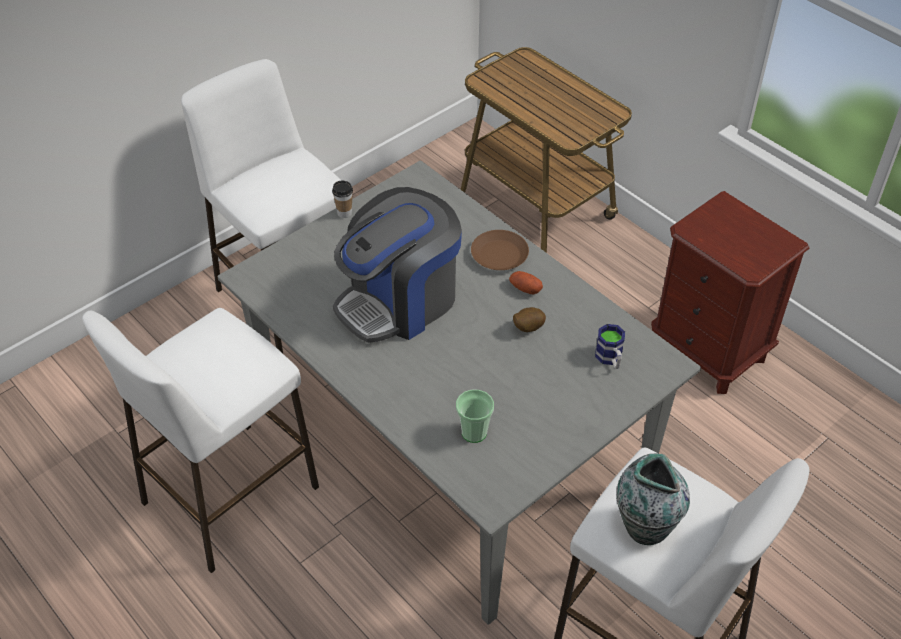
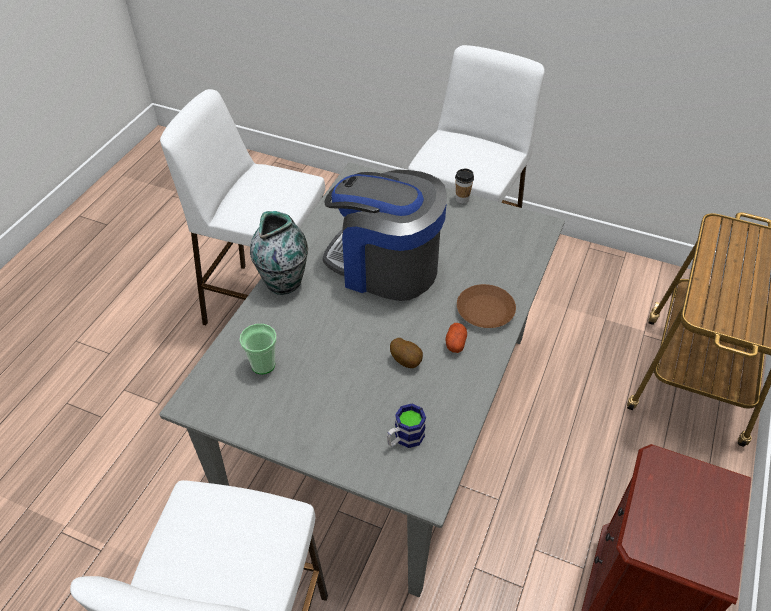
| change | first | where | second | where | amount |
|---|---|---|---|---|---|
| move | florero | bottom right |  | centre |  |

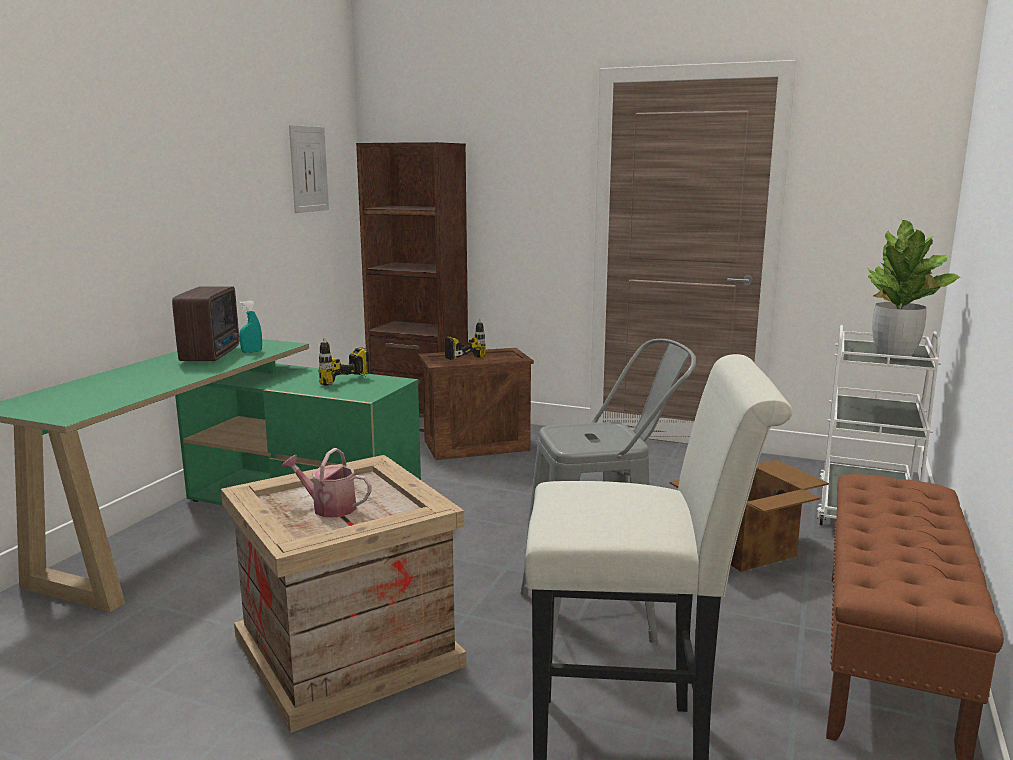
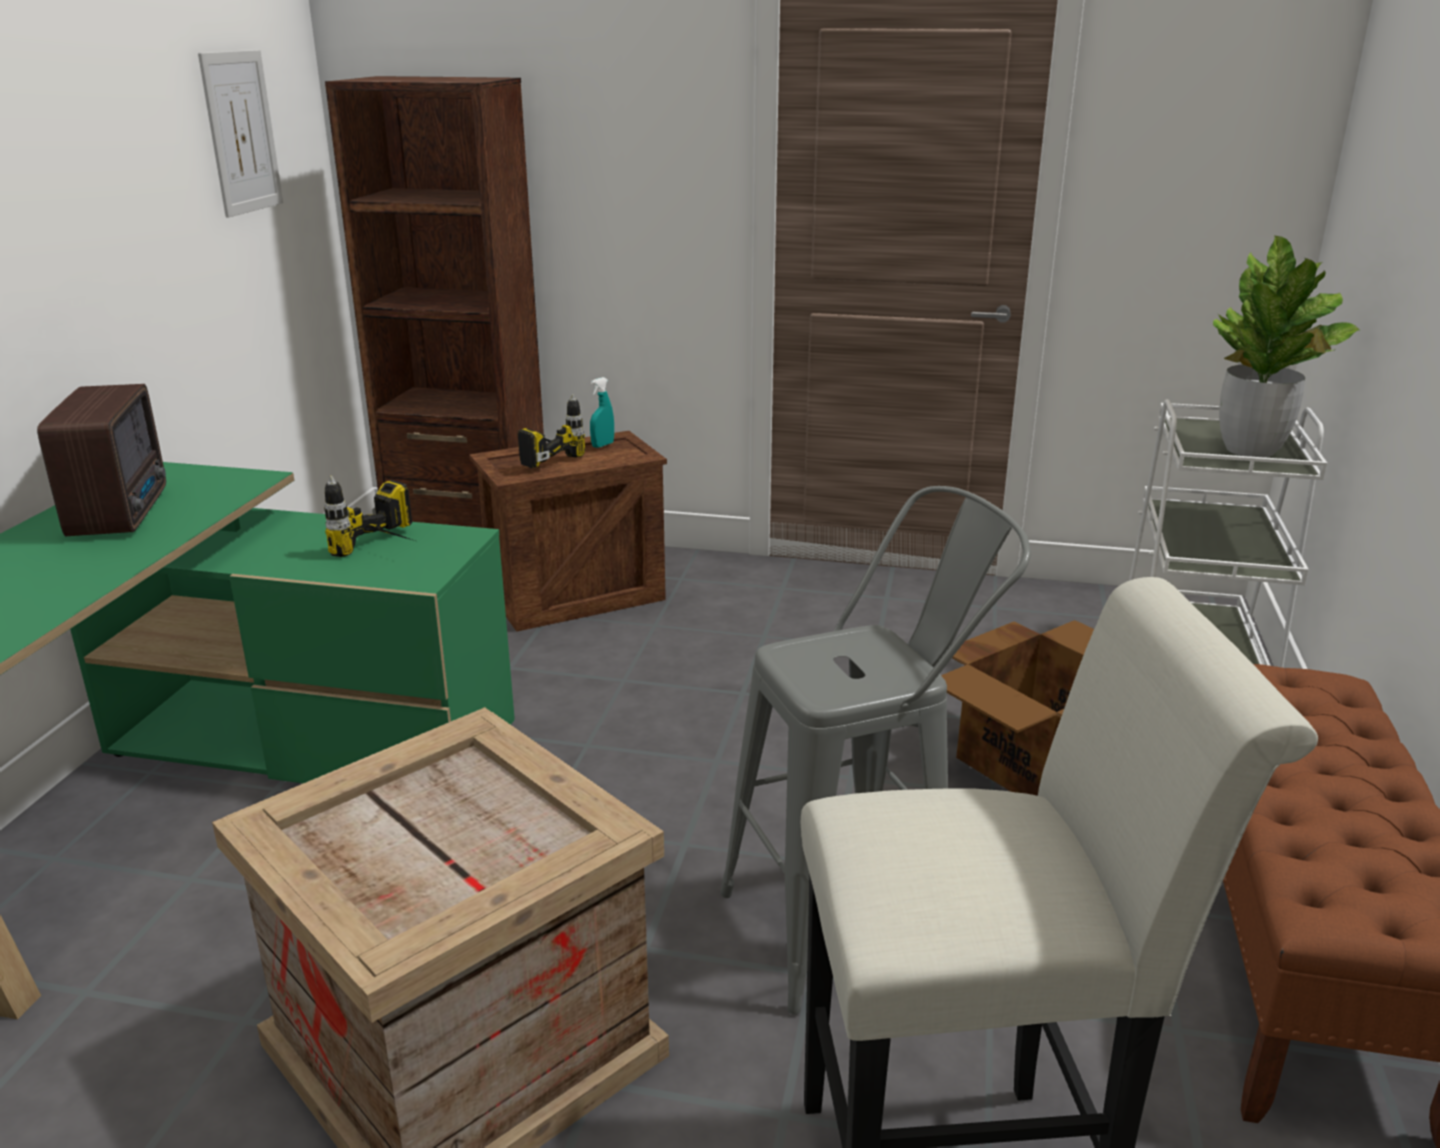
| change | first | where | second | where | amount |
|---|---|---|---|---|---|
| move | pulverizador (turquesa) | middle left |  | centre |  |
| delete | regadera | middle left |  |  |  |

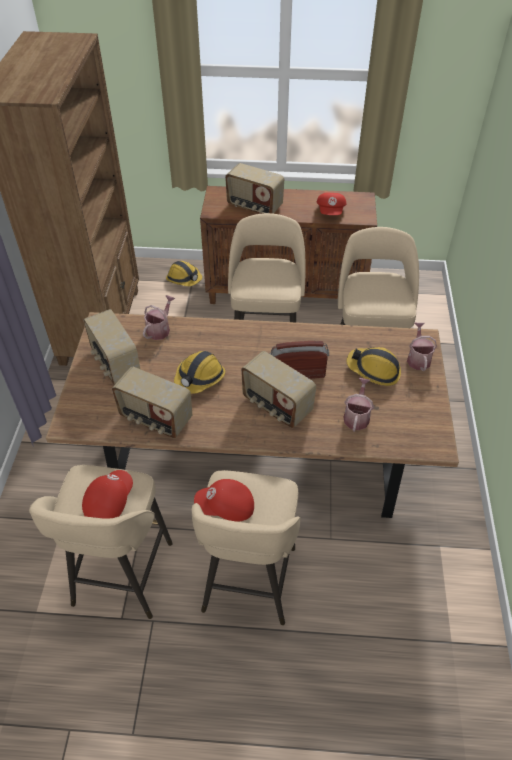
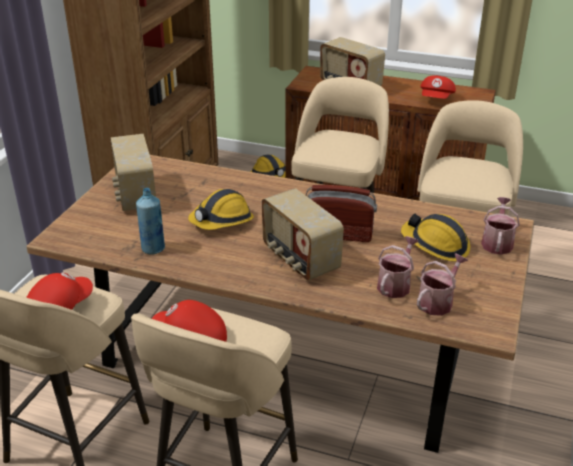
| change | first | where | second | where | amount |
|---|---|---|---|---|---|
| move | regadera (1st from left in the first image) | middle left | regadera (2nd from left) | middle right |  |
| replace | radio (2nd from left) | middle left | botella (azul) | middle left |  |

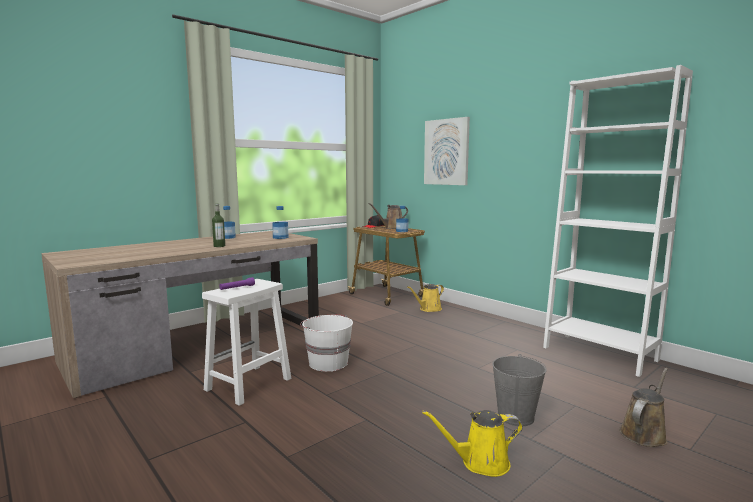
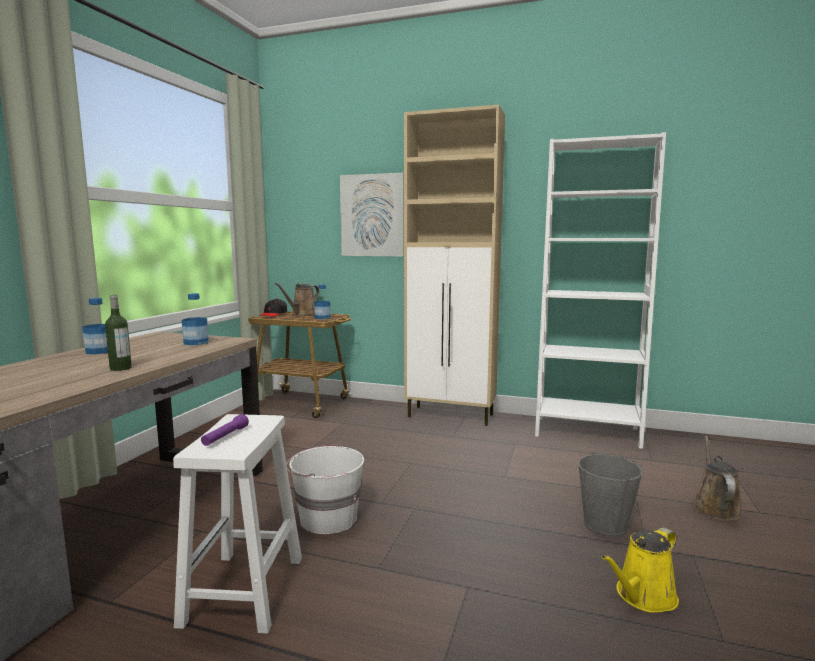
| change | first | where | second | where | amount |
|---|---|---|---|---|---|
| delete | regadera (amarillo) (1st from left) | centre |  |  |  |
| insert |  |  | armario (beis) | centre |  |

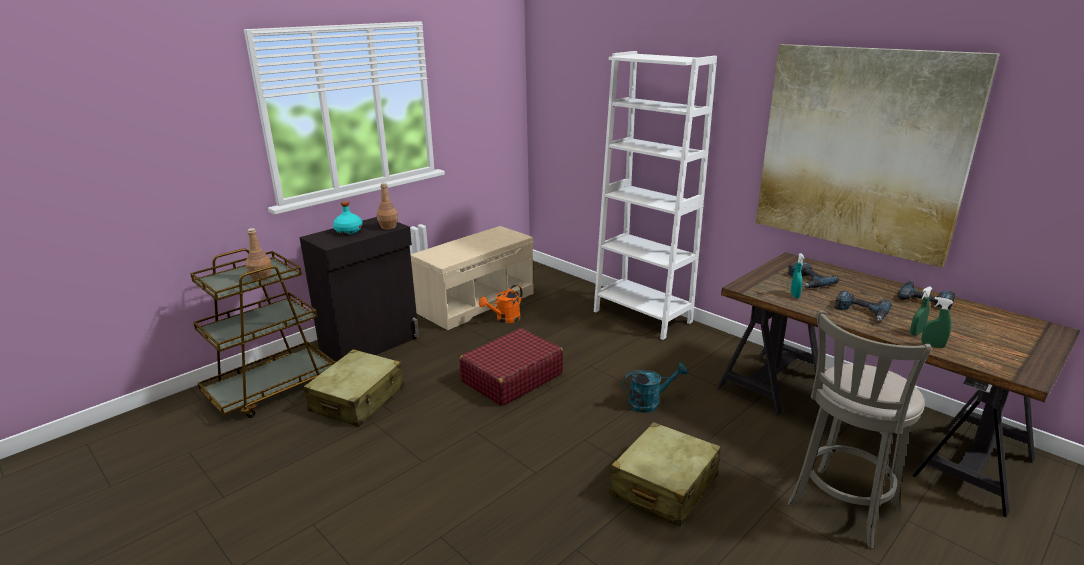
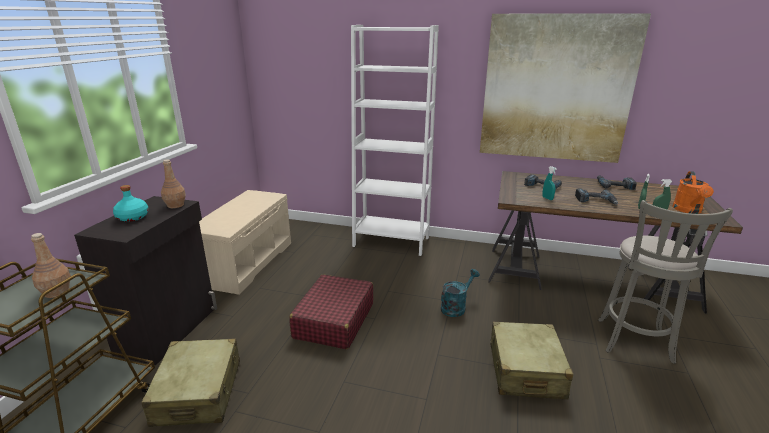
| change | first | where | second | where | amount |
|---|---|---|---|---|---|
| move | regadera (naranja) | centre |  | middle right |  |

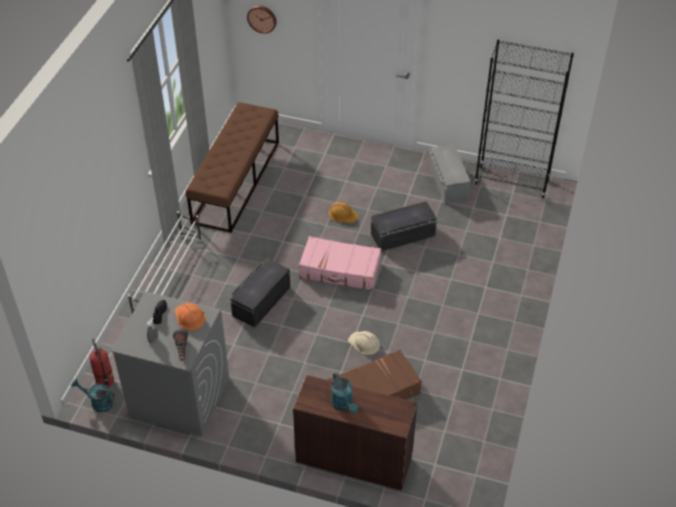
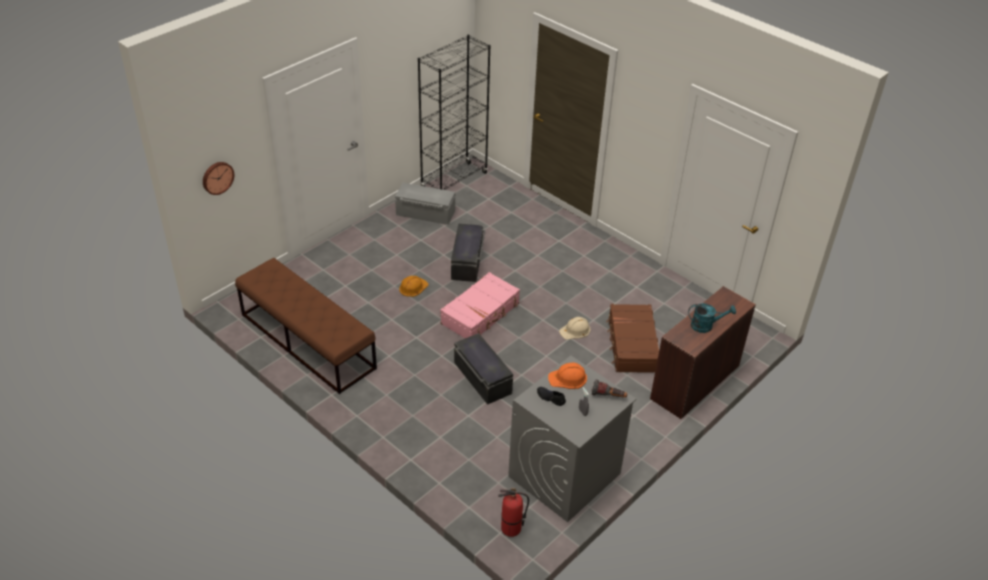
| change | first | where | second | where | amount |
|---|---|---|---|---|---|
| delete | zapatero (blanco) | middle left |  |  |  |
| delete | regadera (turquesa) (1st from left) | bottom left |  |  |  |

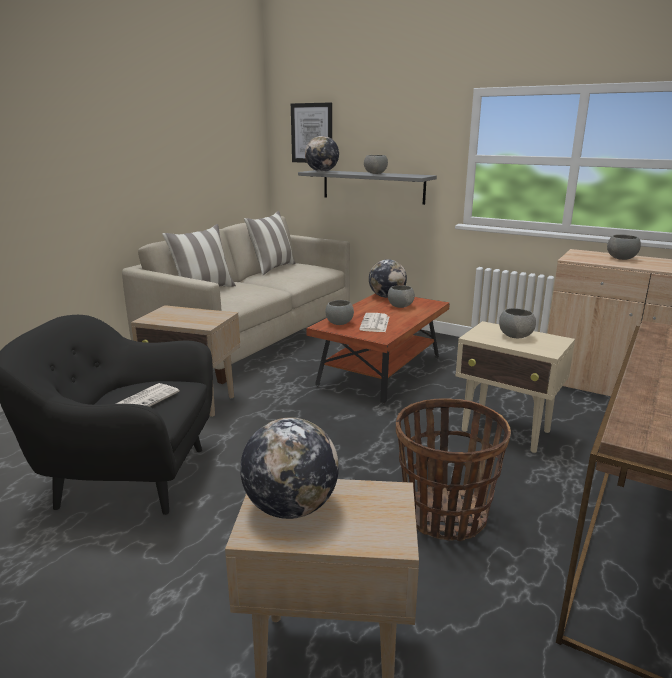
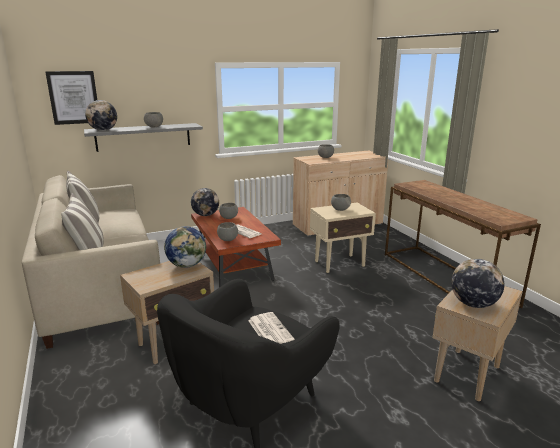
| change | first | where | second | where | amount |
|---|---|---|---|---|---|
| delete | cesta | bottom right |  |  |  |
| insert |  |  | globo terráqueo (2nd from left) | middle left |  |

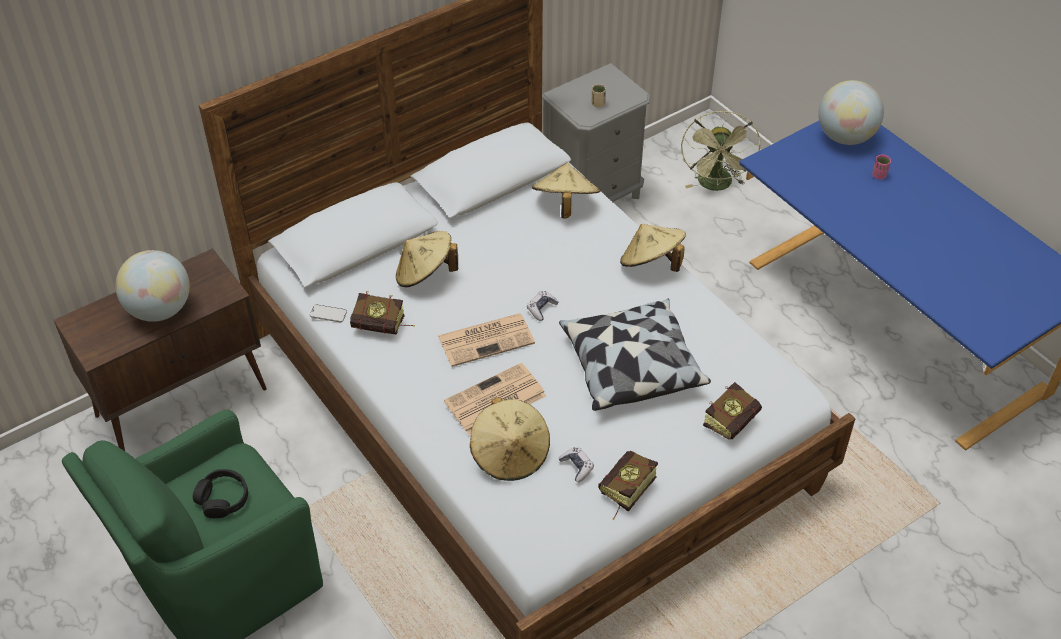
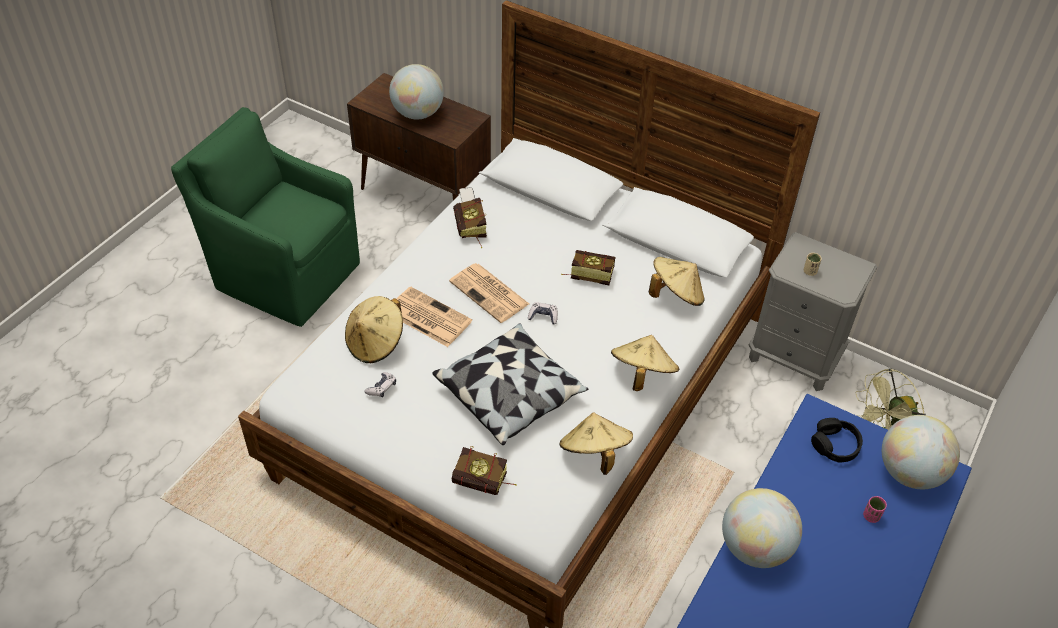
| change | first | where | second | where | amount |
|---|---|---|---|---|---|
| move | sombrero (beis) (1st from left in the first image) | centre | sombrero (beis) (2nd from left) | bottom centre |  |
| move | libro (2nd from left in the first image) | bottom centre | libro (3rd from left) | centre |  |
| move | auriculares (negro) | bottom left |  | bottom right |  |
| insert |  |  | globo terráqueo (2nd from left) | bottom right |  |

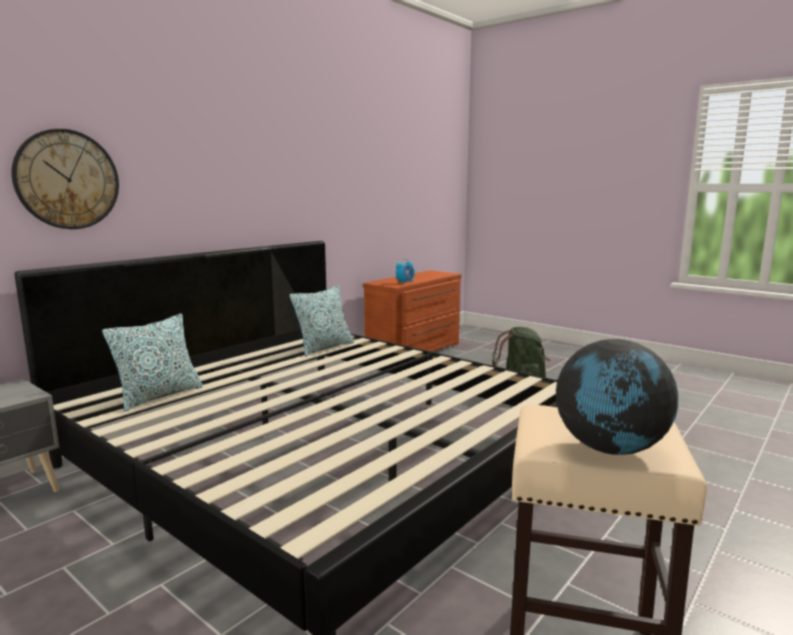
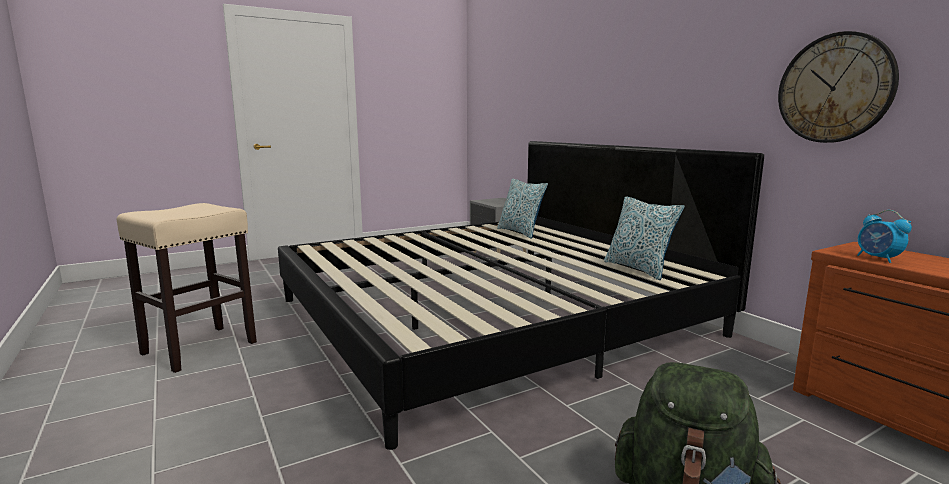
| change | first | where | second | where | amount |
|---|---|---|---|---|---|
| move | reloj de pared | top left |  | top right |  |
| delete | globo terráqueo | middle right |  |  |  |

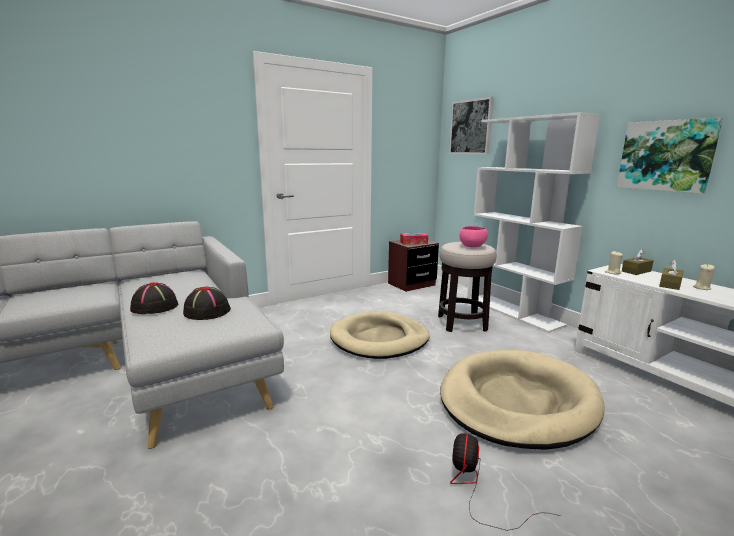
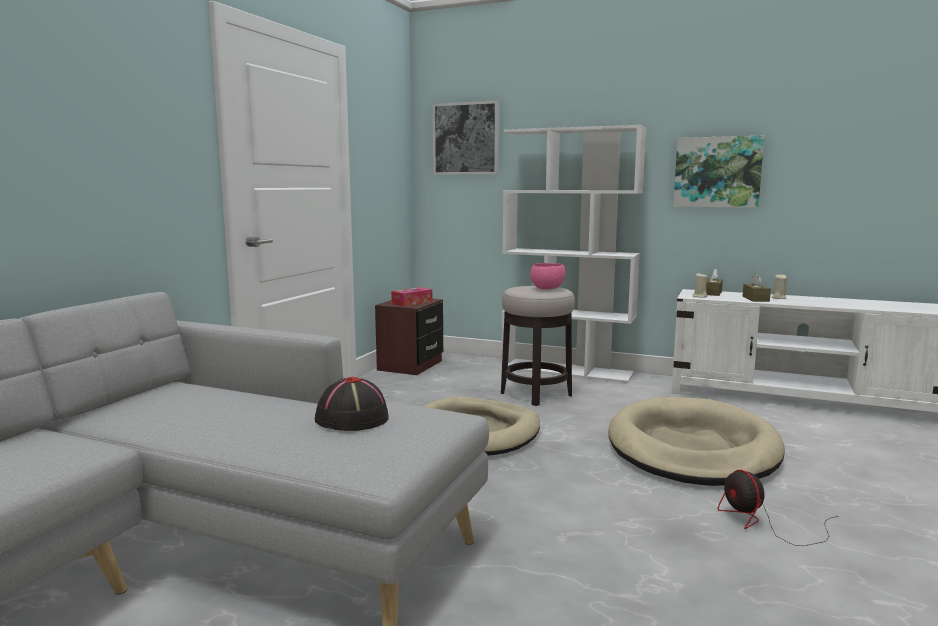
| change | first | where | second | where | amount |
|---|---|---|---|---|---|
| delete | sombrero (negro) (1st from left) | middle left |  |  |  |

